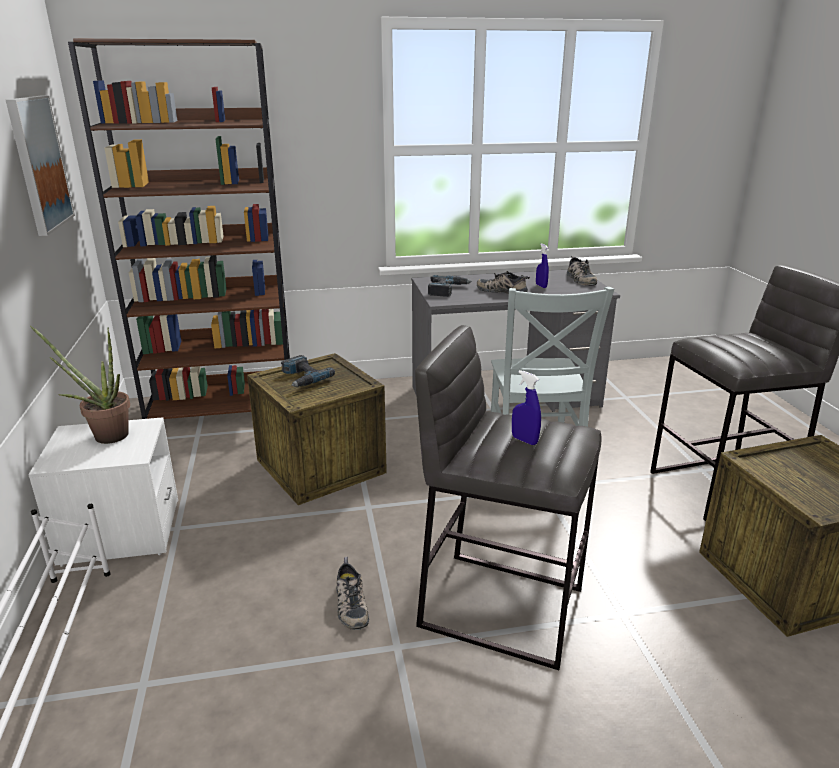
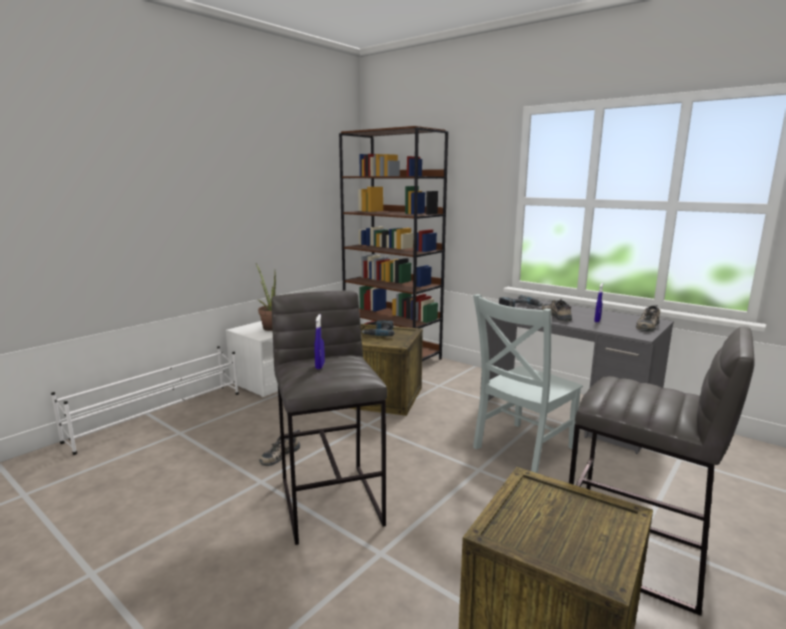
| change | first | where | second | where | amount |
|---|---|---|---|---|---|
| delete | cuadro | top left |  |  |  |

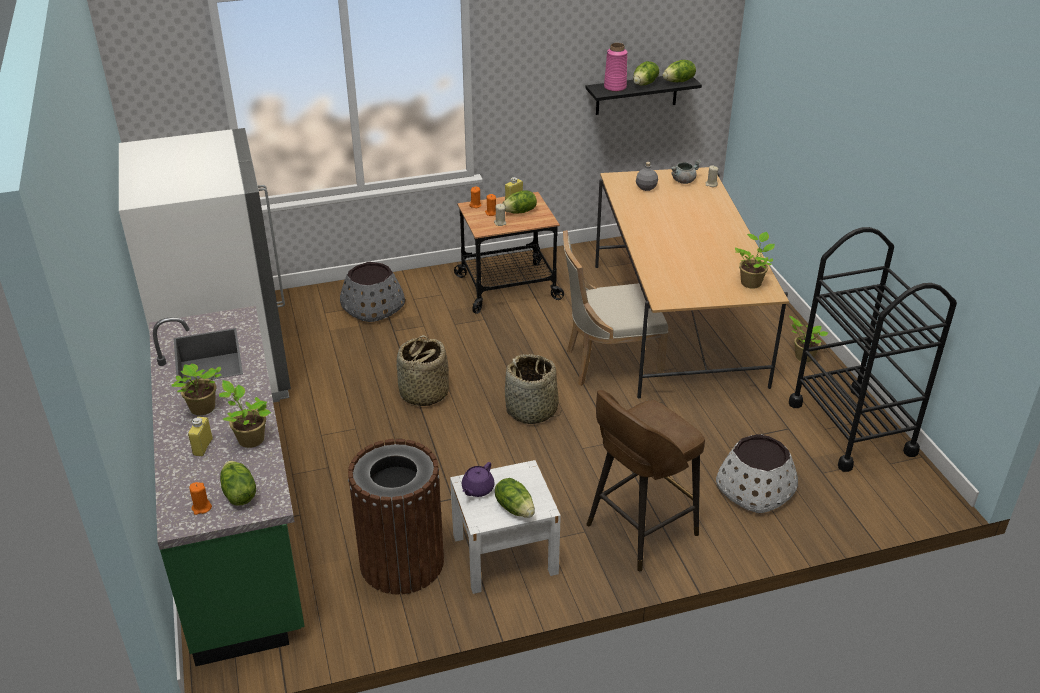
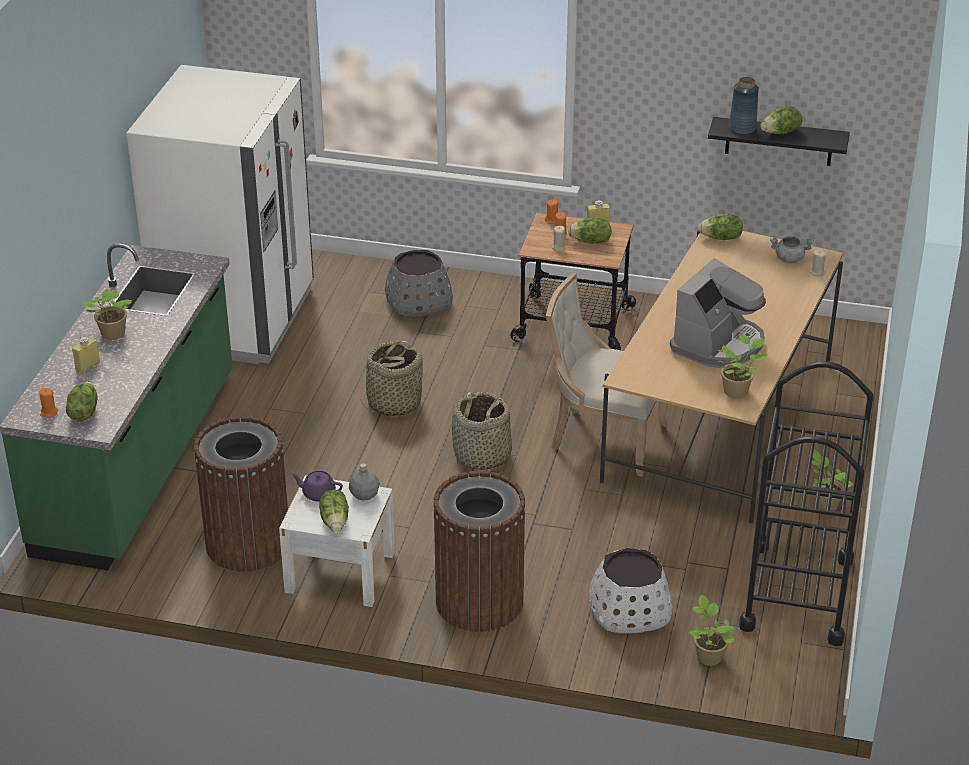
| change | first | where | second | where | amount |
|---|---|---|---|---|---|
| recolor | florero (rosa) | top centre | florero (azul) | top right |  |
| move | lechuga (5th from left in the first image) | top centre | lechuga (4th from left) | top right |  |
| move | botella (gris) | top centre |  | centre |  |
| move | planta en maceta (2nd from left) | middle left |  | bottom right |  |
| replace | taburete (marrón) | bottom centre | papelera (marrón) (2nd from left) | bottom centre |  |
| rotate | tetera (morado) | bottom centre |  | middle left | 45 degrees clockwise |
| insert |  |  | cafetera | middle right |  |

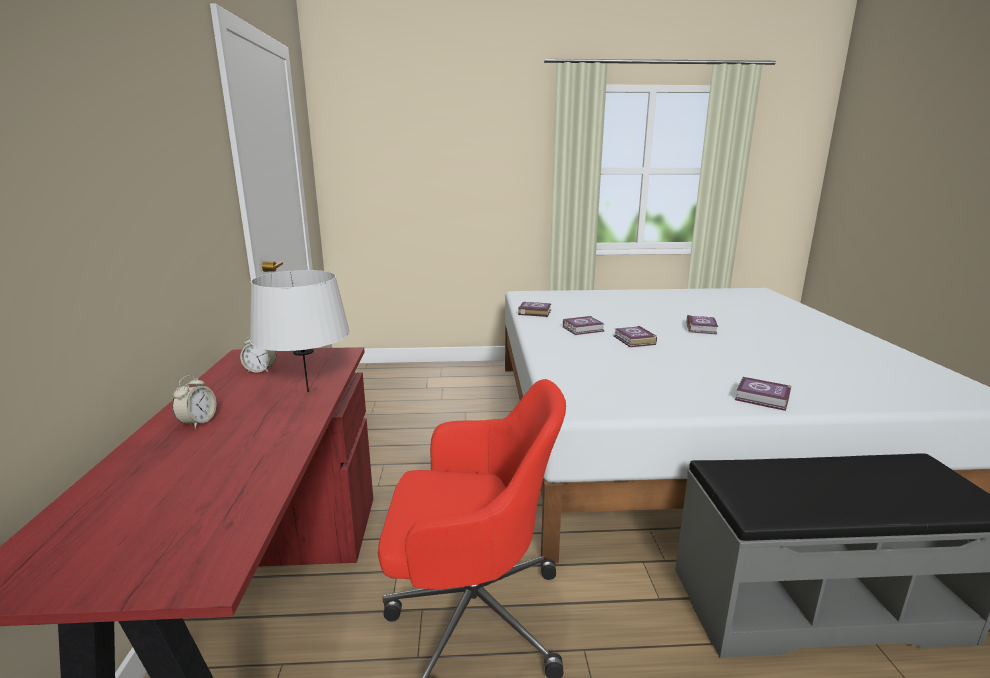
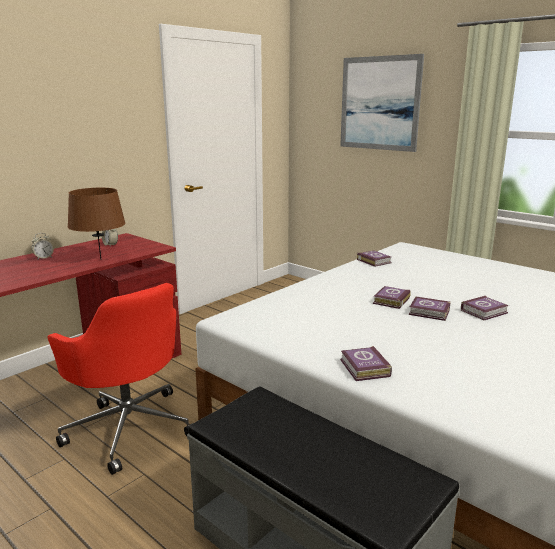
| change | first | where | second | where | amount |
|---|---|---|---|---|---|
| recolor | lámpara de mesa (gris) | middle left | lámpara de mesa (marrón) | middle left |  |
| move | libro (2nd from left in the first image) | centre | libro (4th from left) | middle right |  |
| insert |  |  | cuadro | top right |  |

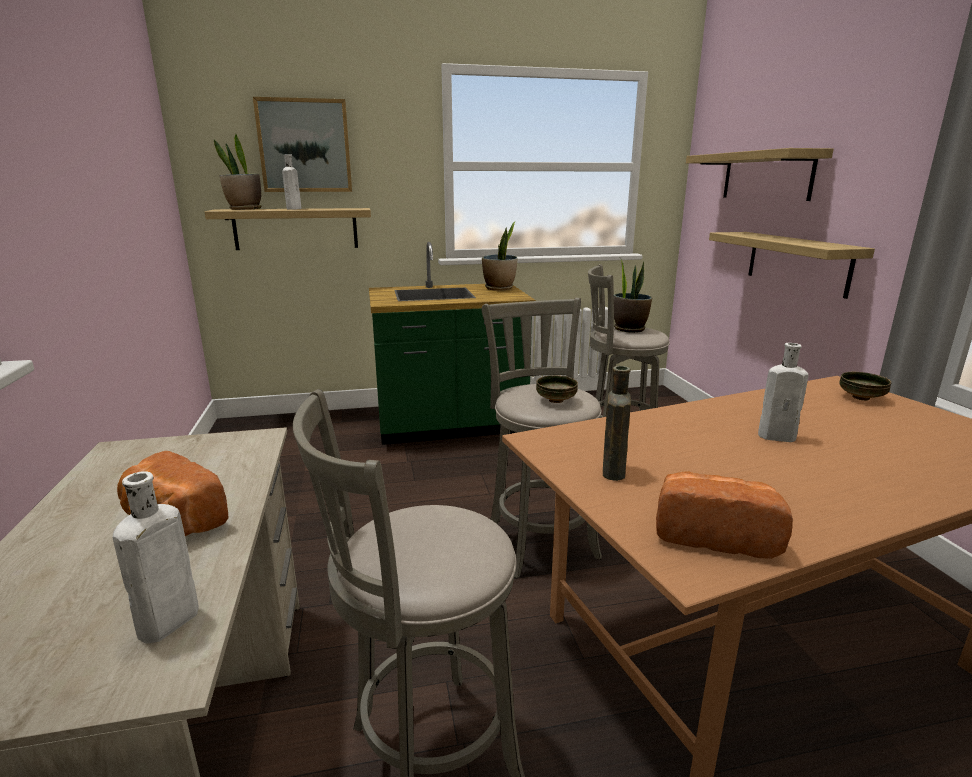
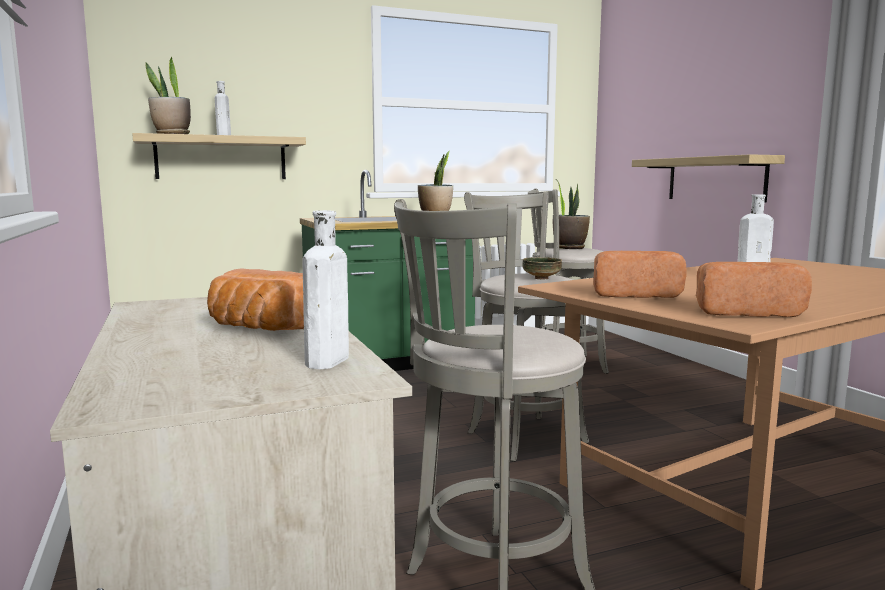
| change | first | where | second | where | amount |
|---|---|---|---|---|---|
| delete | cuadro | top left |  |  |  |
| delete | estante (2nd from left) | top right |  |  |  |
| replace | botella (marrón) | centre | pan (2nd from left) | middle right |  |
| delete | cuenco (2nd from left) | middle right |  |  |  |

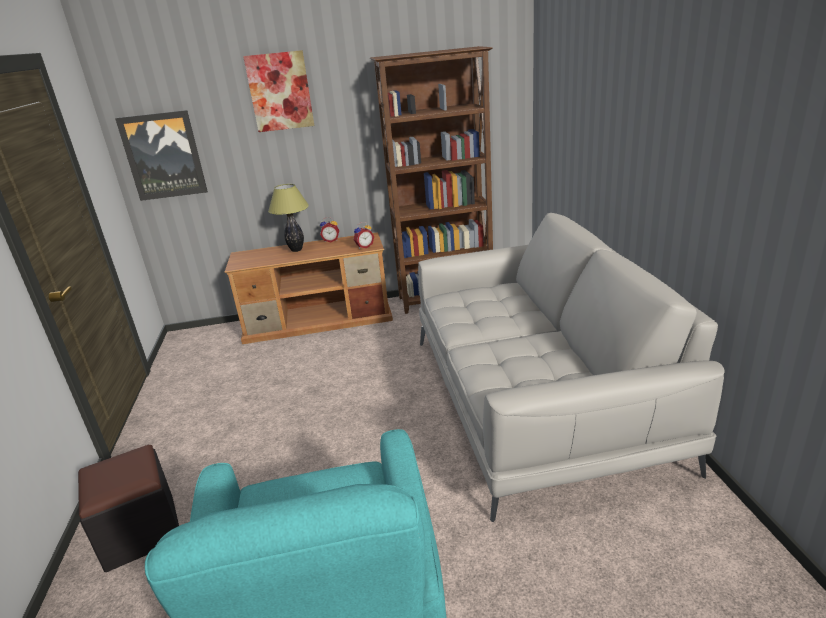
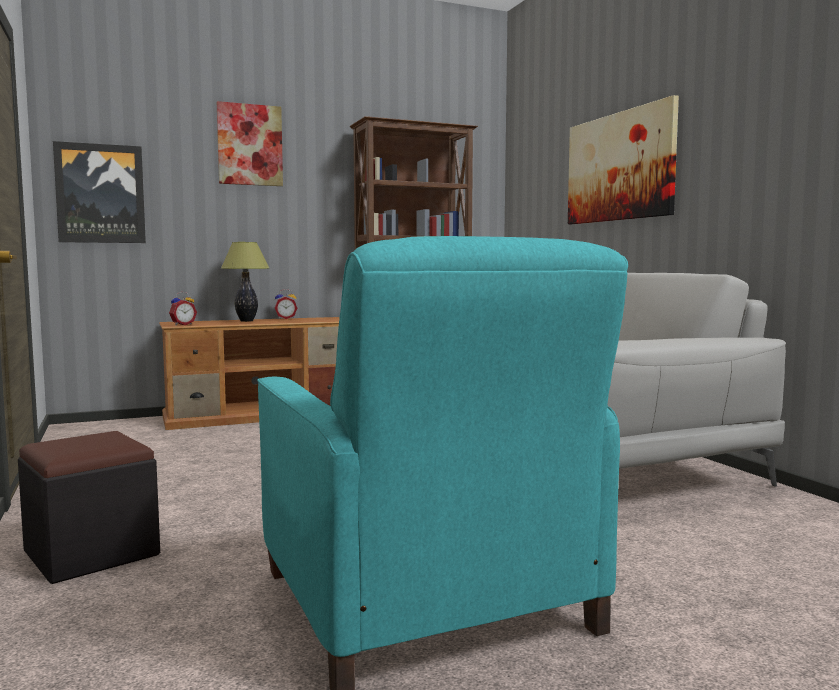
| change | first | where | second | where | amount |
|---|---|---|---|---|---|
| move | despertador (2nd from left in the first image) | centre | despertador (1st from left) | middle left |  |
| insert |  |  | cuadro (3rd from left) | top right |  |

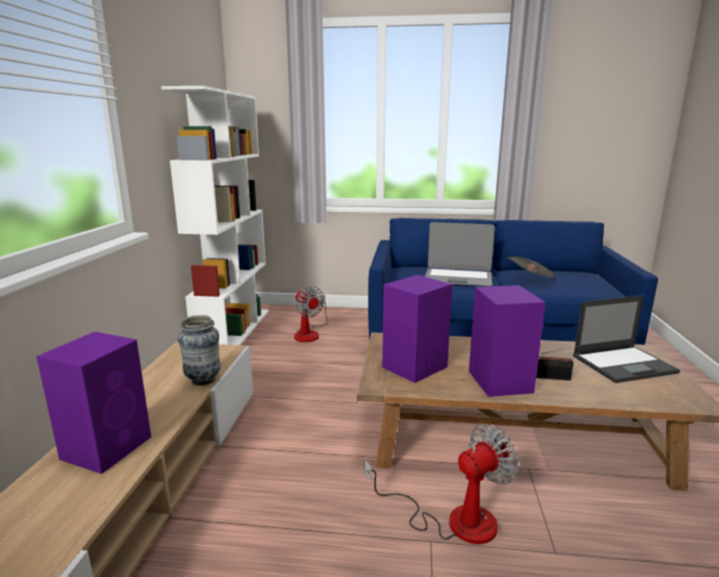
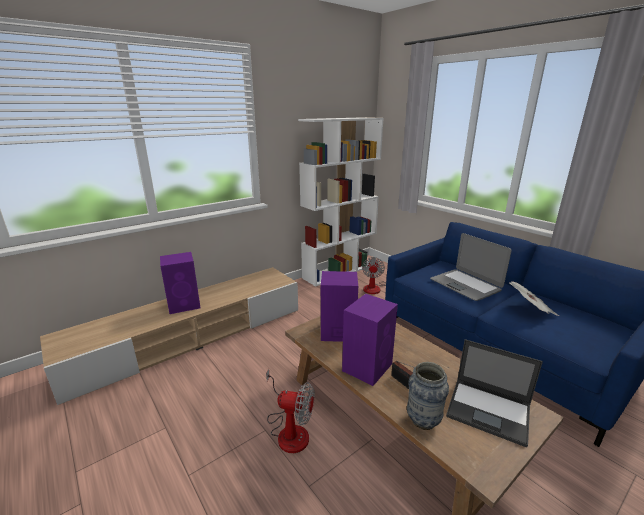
| change | first | where | second | where | amount |
|---|---|---|---|---|---|
| move | florero | middle left |  | bottom centre |  |

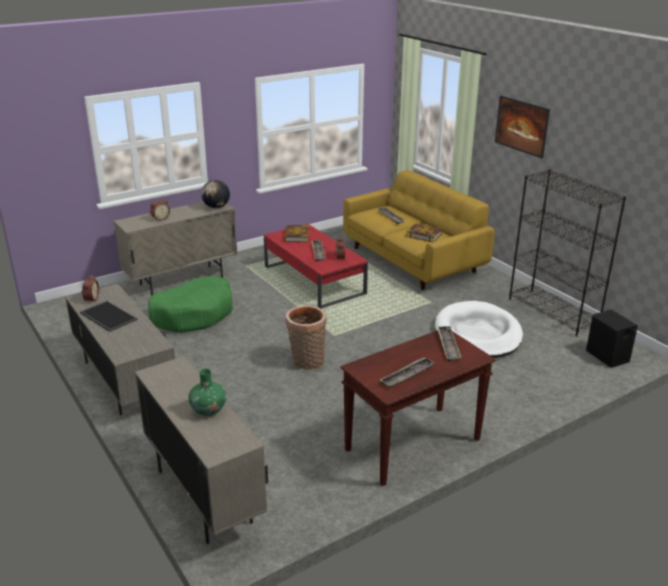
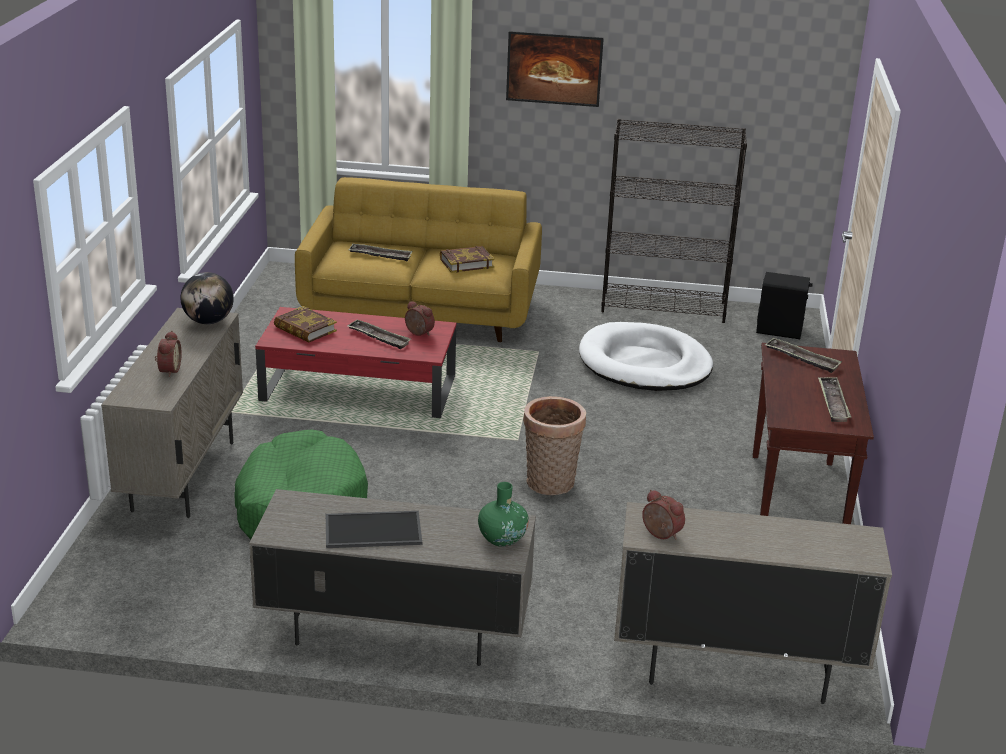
| change | first | where | second | where | amount |
|---|---|---|---|---|---|
| move | despertador (1st from left in the first image) | middle left | despertador (3rd from left) | bottom centre |  |
| move | florero (verde) | bottom left |  | bottom centre |  |

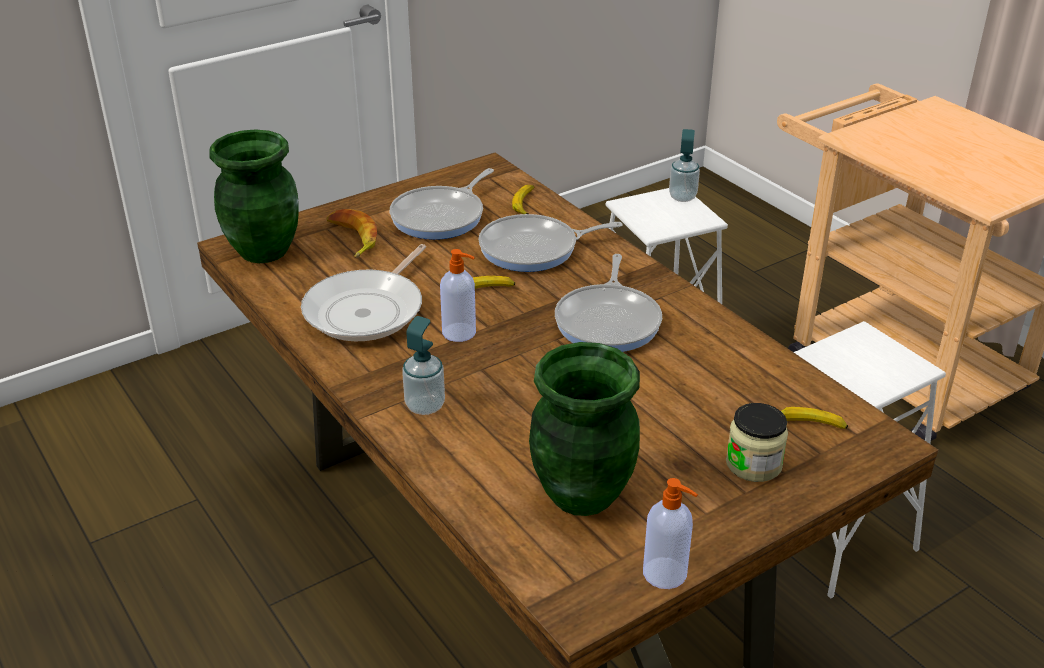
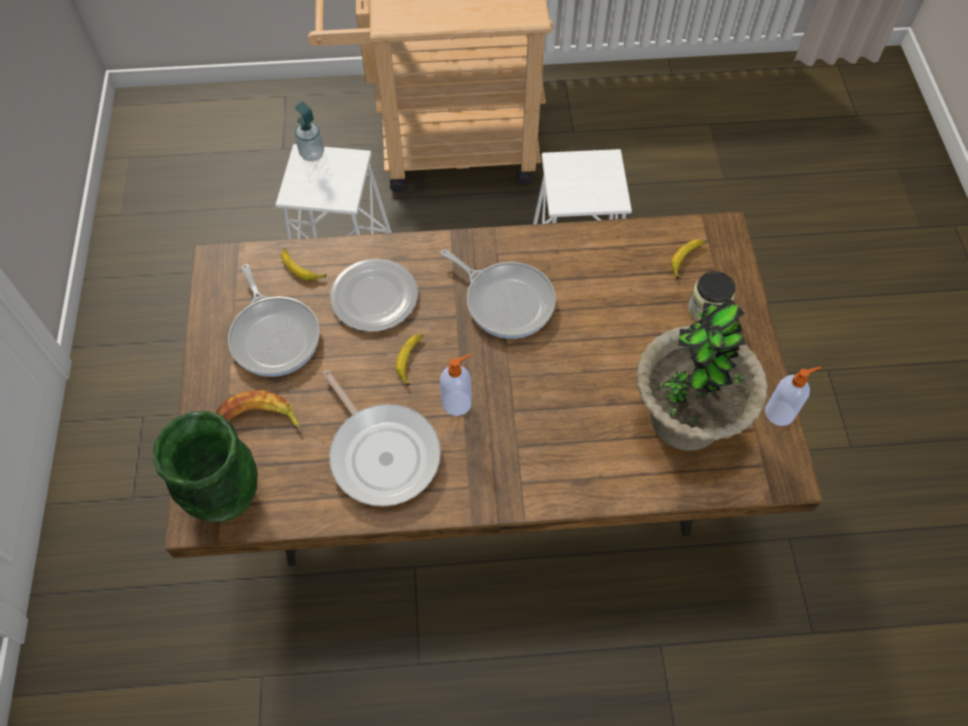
| change | first | where | second | where | amount |
|---|---|---|---|---|---|
| replace | sartén (3rd from left) | centre | plato | centre |  |
| delete | dispensador de jabón (1st from left) | centre |  |  |  |
| replace | florero (verde) (2nd from left) | centre | planta en maceta | middle right |  |

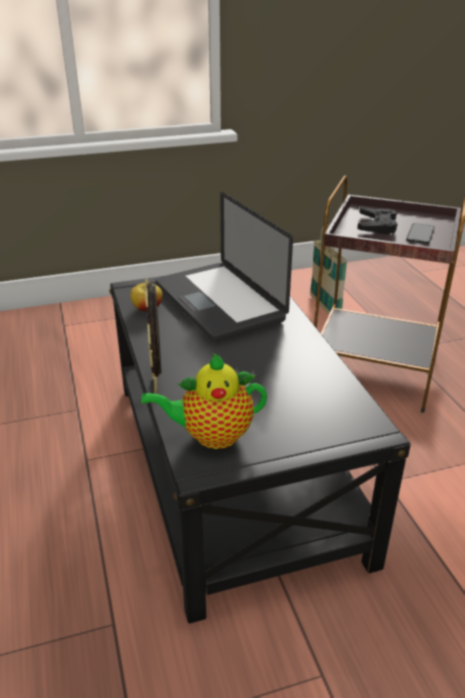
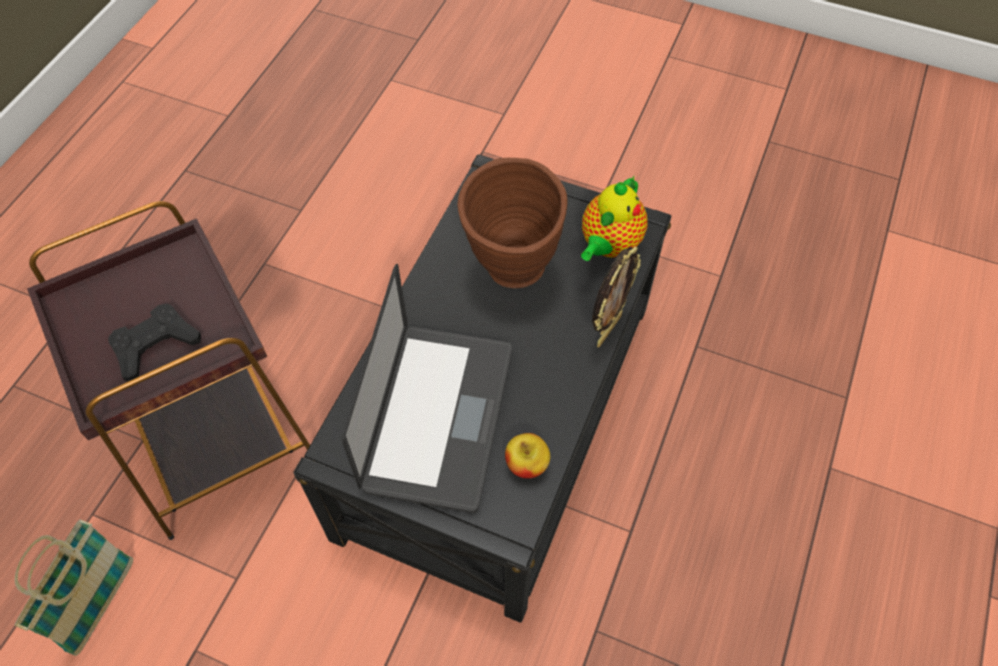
| change | first | where | second | where | amount |
|---|---|---|---|---|---|
| delete | móvil | middle right |  |  |  |
| rotate | tetera | centre |  | top centre | 90 degrees clockwise |
| insert |  |  | florero (marrón) | centre |  |

